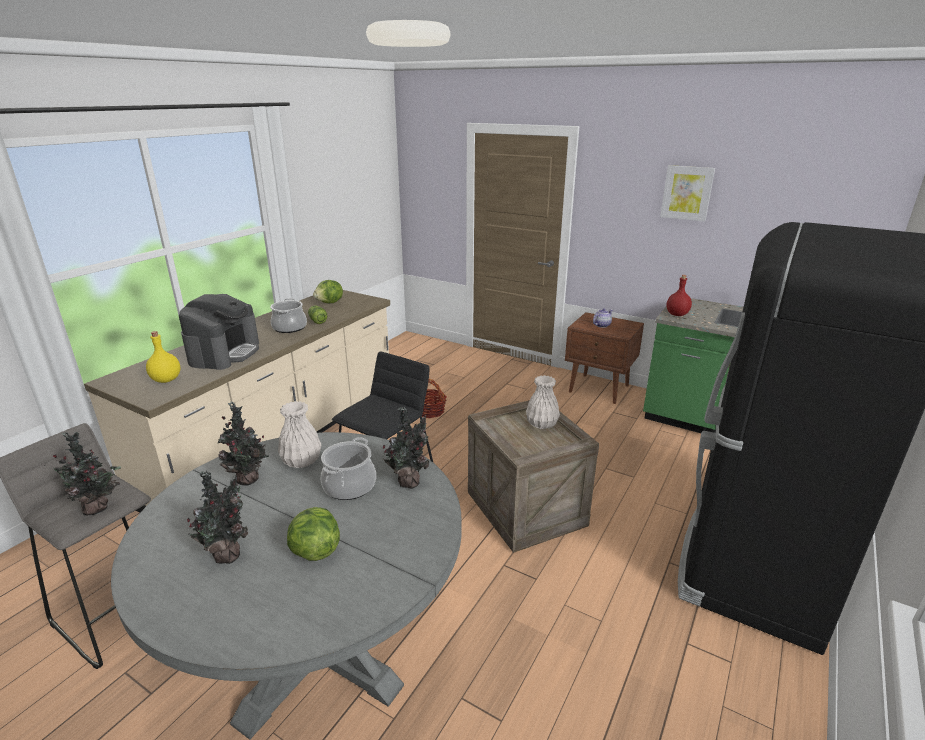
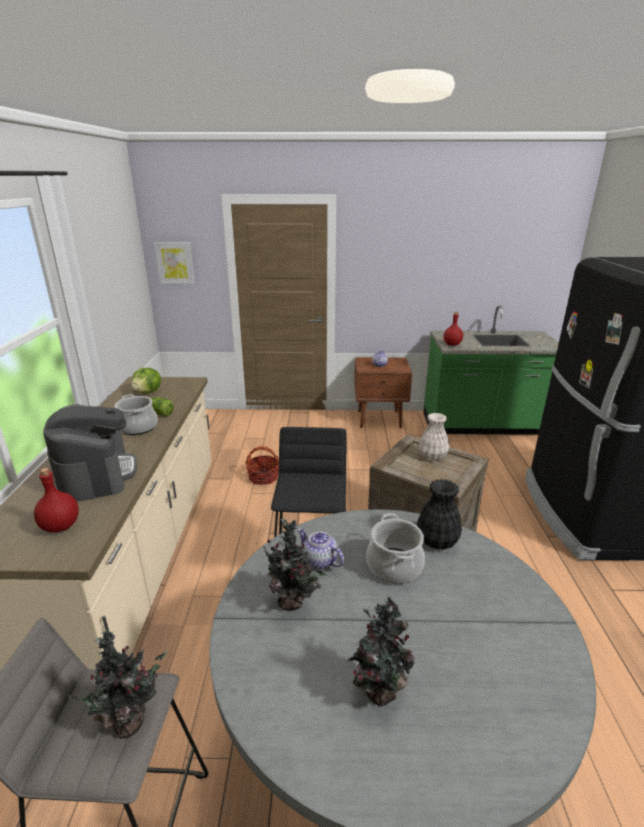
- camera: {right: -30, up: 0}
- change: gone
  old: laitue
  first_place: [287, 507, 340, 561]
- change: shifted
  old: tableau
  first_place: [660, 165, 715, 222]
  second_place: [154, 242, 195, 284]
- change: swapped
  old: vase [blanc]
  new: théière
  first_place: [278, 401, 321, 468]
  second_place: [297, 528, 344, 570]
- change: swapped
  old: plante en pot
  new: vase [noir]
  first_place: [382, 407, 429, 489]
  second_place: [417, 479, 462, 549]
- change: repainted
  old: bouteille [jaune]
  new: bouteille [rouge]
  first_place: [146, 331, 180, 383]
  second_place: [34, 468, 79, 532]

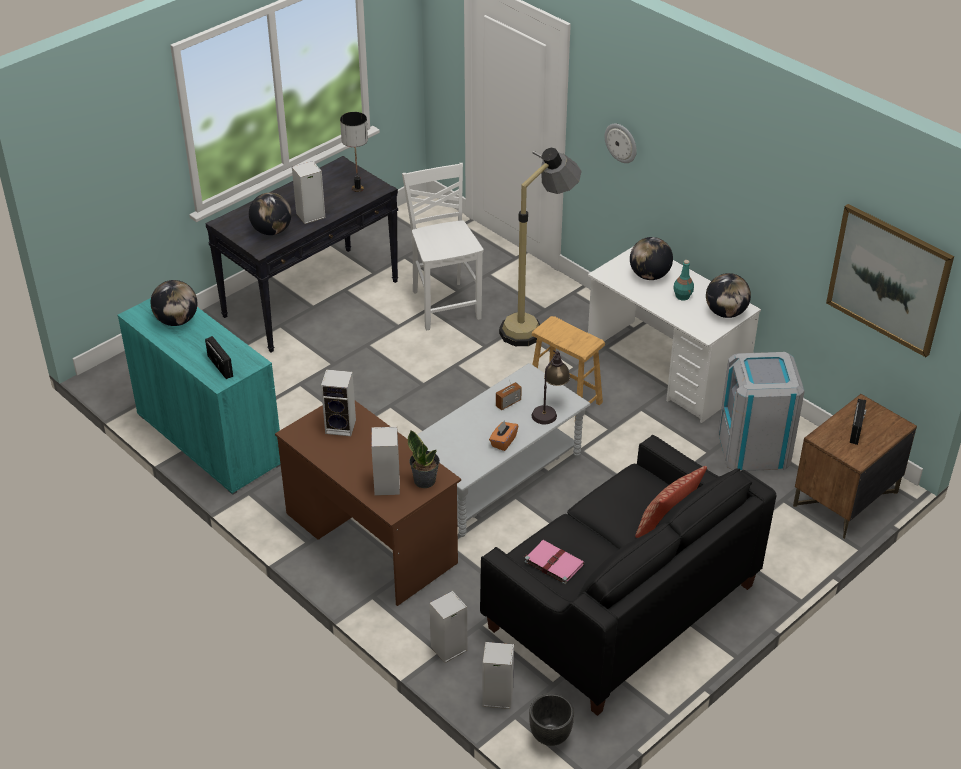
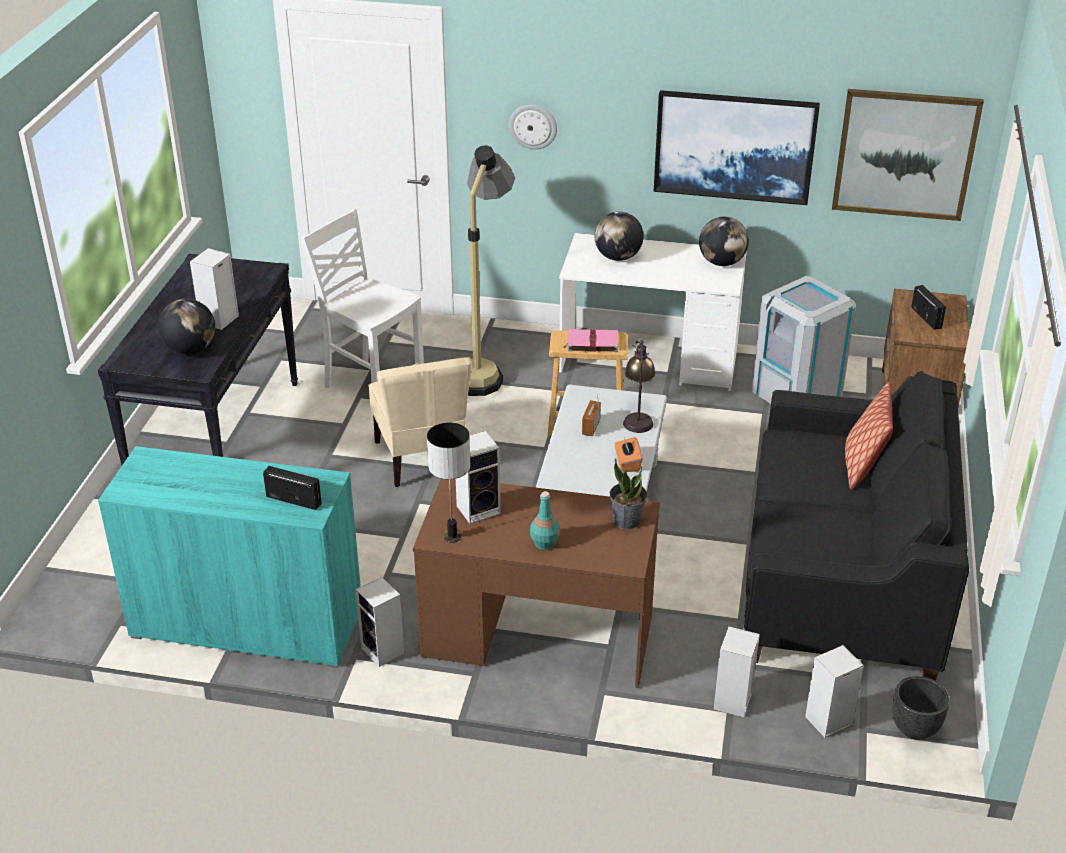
- camera: {right: -35, up: -5}
- change: gone
  old: globe
  first_place: [151, 280, 197, 326]
- change: new
  new: chaise [beige]
  second_place: [368, 357, 472, 487]
- change: new
  new: tableau
  second_place: [654, 90, 820, 205]
- change: shifted
  old: lampe de table
  first_place: [340, 112, 368, 192]
  second_place: [427, 422, 470, 543]
- change: shifted
  old: enceinte
  first_place: [371, 427, 400, 496]
  second_place: [355, 576, 404, 667]
- change: shifted
  old: livre [rose]
  first_place: [524, 540, 584, 585]
  second_place: [563, 329, 618, 352]
- change: shifted
  old: bouteille [turquoise]
  first_place: [673, 260, 694, 301]
  second_place: [530, 491, 560, 550]

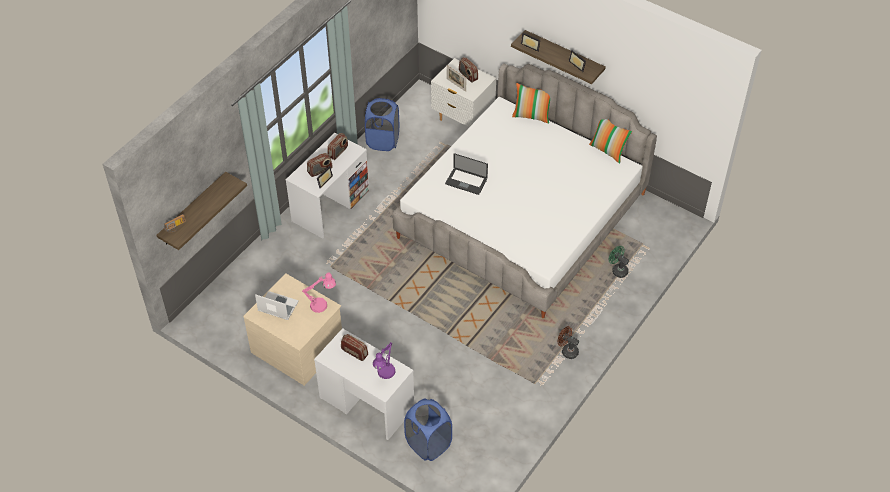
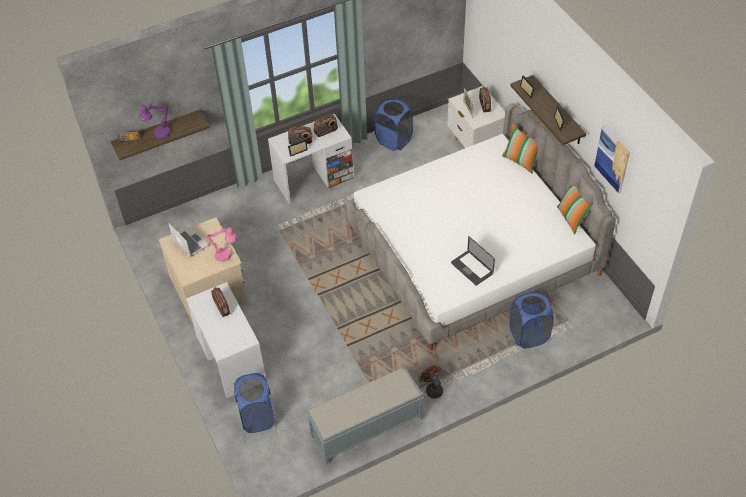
- camera: {right: 30, up: 0}
- change: new
  new: banc [gris]
  second_place: [306, 368, 424, 464]
- change: new
  new: tableau
  second_place: [594, 125, 630, 193]
- change: shifted
  old: lampe de table [violet]
  first_place: [373, 342, 396, 379]
  second_place: [140, 104, 170, 138]
- change: shifted
  old: ordinateur portable
  first_place: [445, 153, 488, 195]
  second_place: [451, 236, 495, 285]
- change: swapped
  old: ventilateur [vert]
  new: panier à linge [bleu]
  first_place: [609, 246, 629, 278]
  second_place: [509, 291, 554, 349]

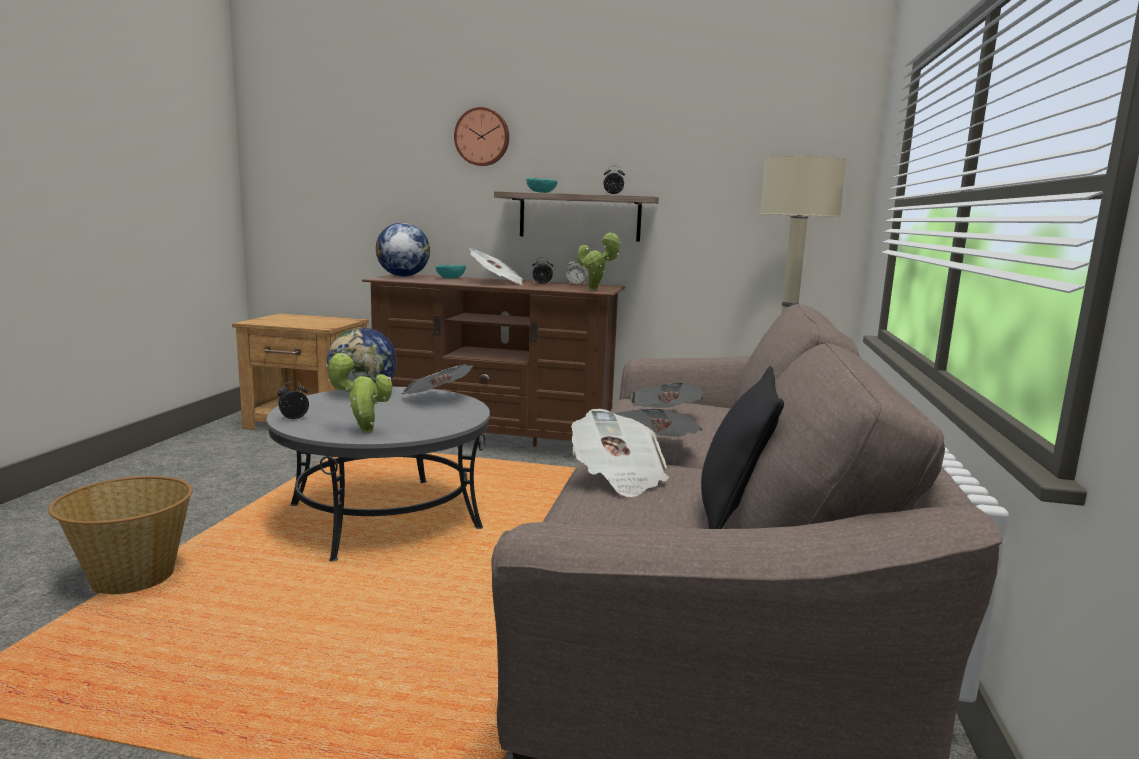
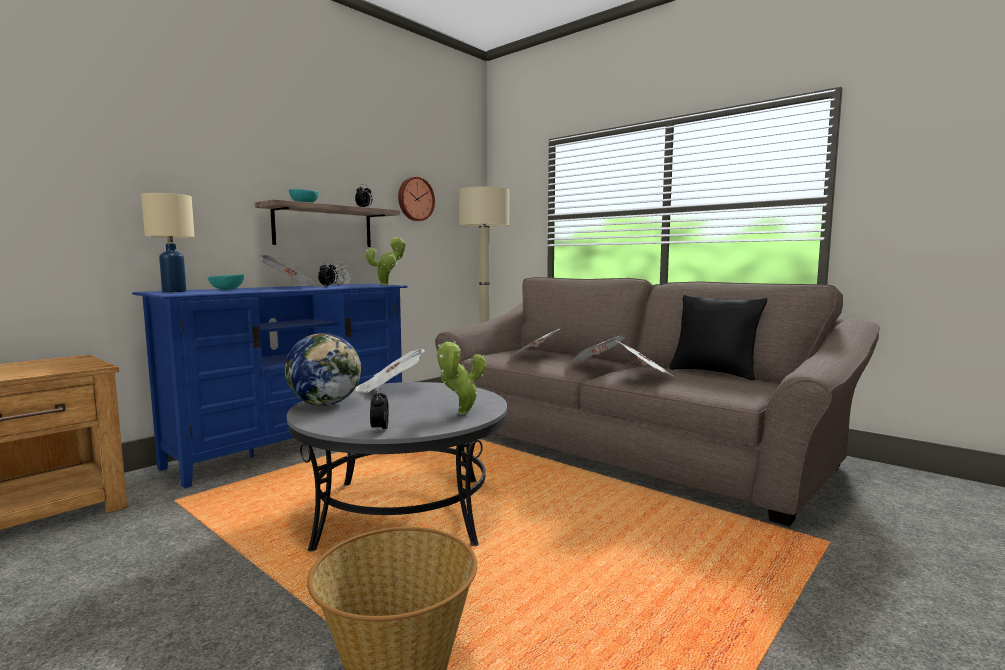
- camera: {right: -60, up: -5}
- change: shifted
  old: horloge murale
  first_place: [454, 107, 509, 166]
  second_place: [398, 177, 435, 221]
- change: swapped
  old: globe
  new: lampe de table [beige]
  first_place: [376, 223, 430, 277]
  second_place: [141, 193, 194, 292]
- change: repainted
  old: meuble télé [marron]
  new: meuble télé [bleu]
  first_place: [362, 274, 625, 446]
  second_place: [132, 284, 408, 488]

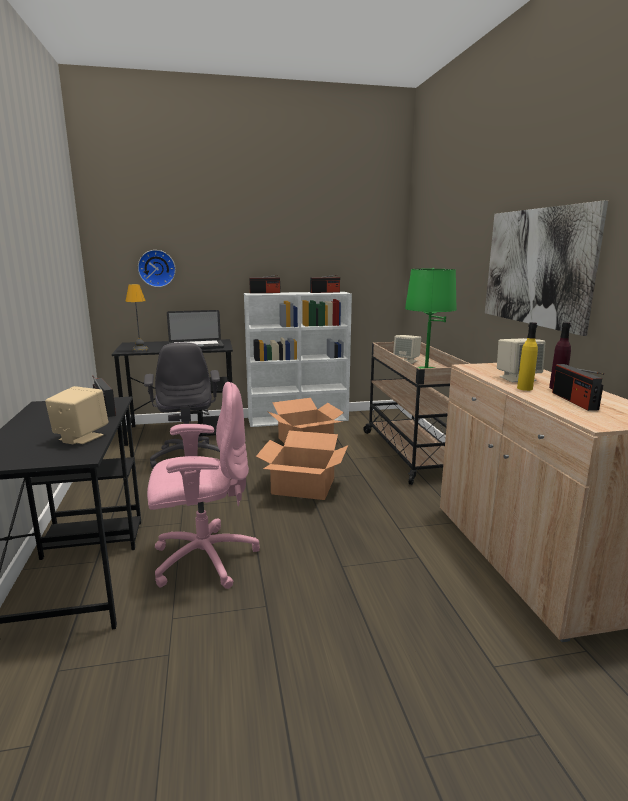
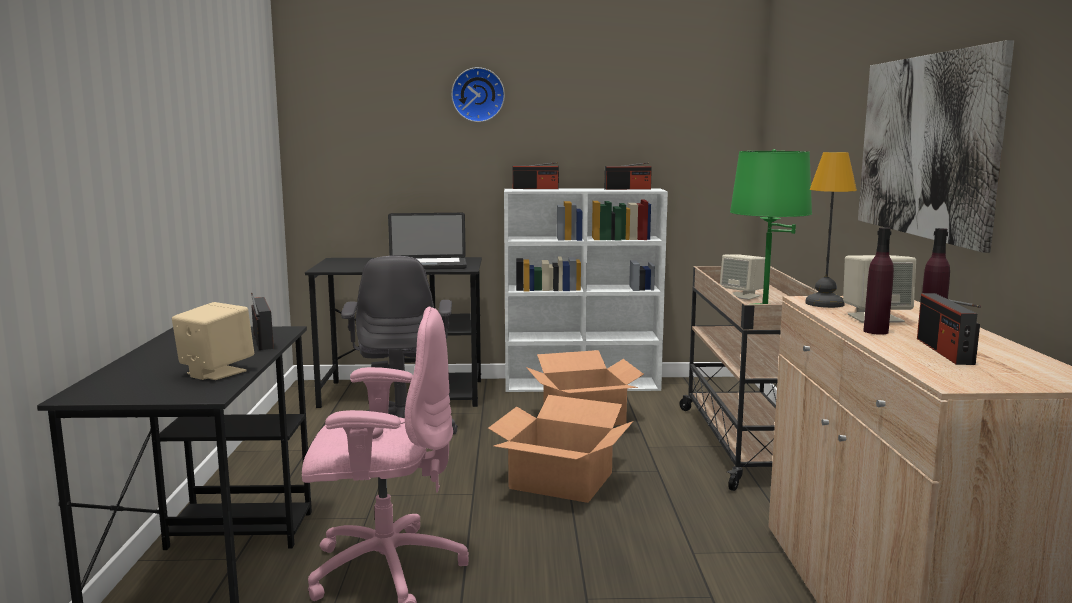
- camera: {right: 10, up: -5}
- change: shifted
  old: lampe de table
  first_place: [125, 284, 149, 352]
  second_place: [805, 152, 857, 308]
- change: shifted
  old: horloge murale
  first_place: [138, 250, 176, 287]
  second_place: [451, 67, 505, 122]
- change: repainted
  old: bouteille [jaune]
  new: bouteille [violet]
  first_place: [517, 322, 538, 391]
  second_place: [863, 227, 894, 335]

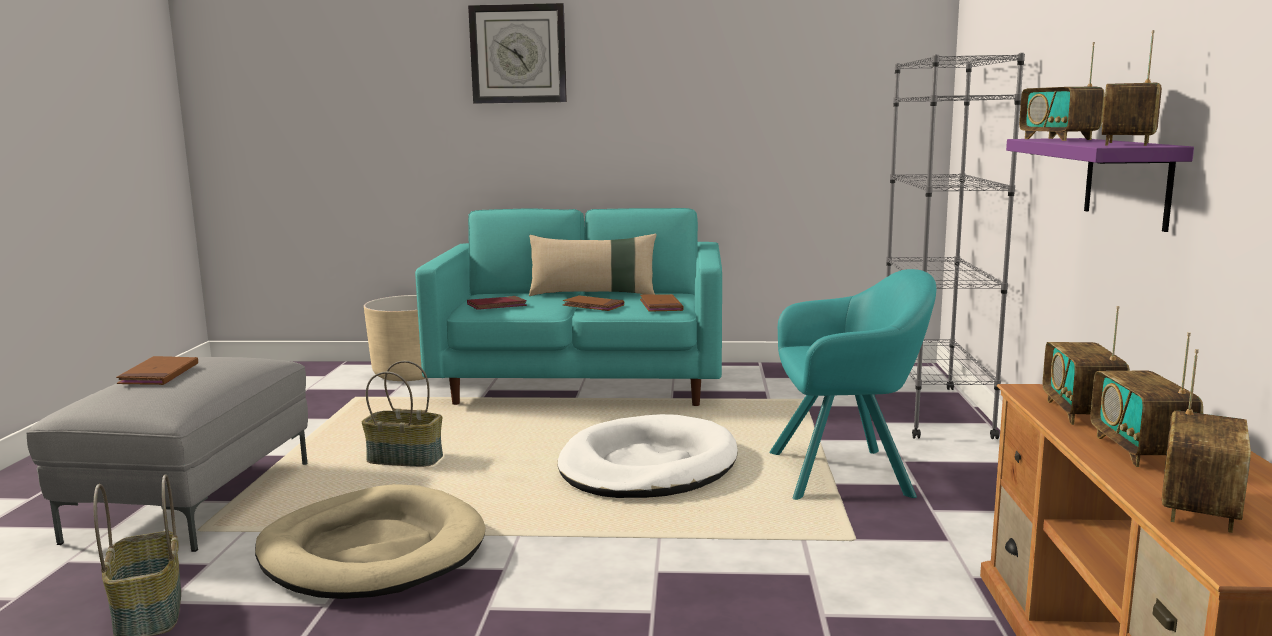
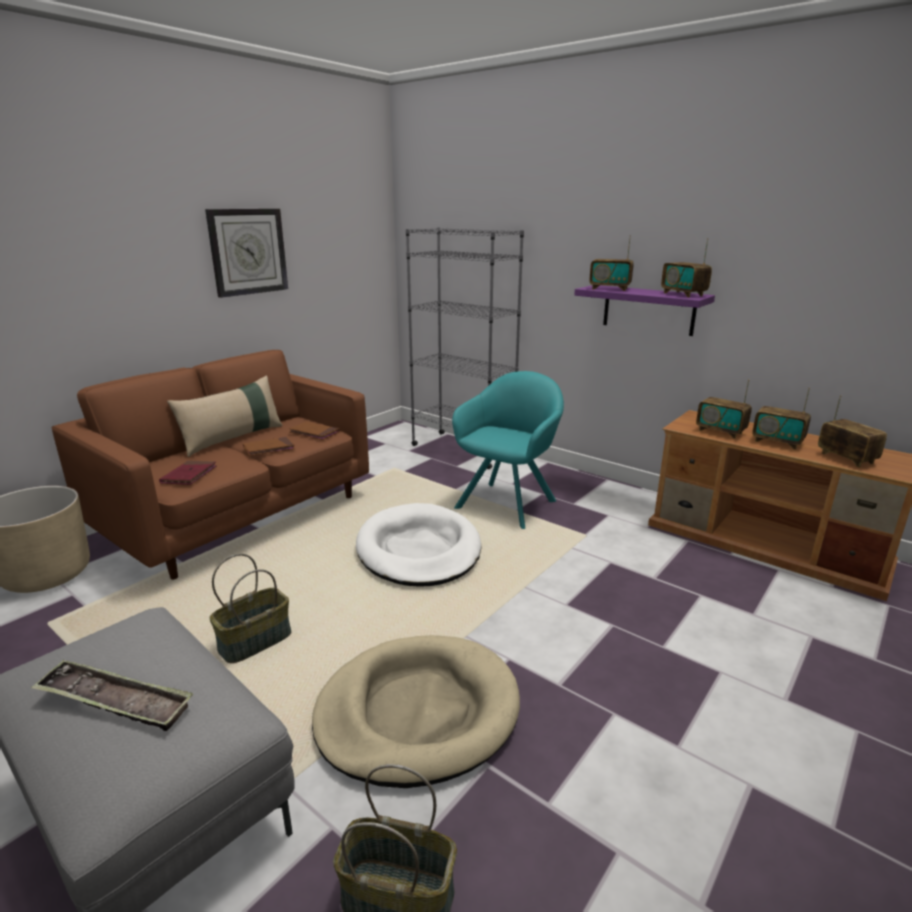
- camera: {right: -55, up: 10}
- change: shifted
  old: horloge murale
  first_place: [468, 3, 567, 103]
  second_place: [205, 209, 288, 298]
- change: swapped
  old: livre [marron]
  new: plateau
  first_place: [116, 356, 198, 385]
  second_place: [31, 660, 193, 731]
- change: repainted
  old: canapé [turquoise]
  new: canapé [marron]
  first_place: [415, 208, 722, 406]
  second_place: [52, 350, 369, 580]

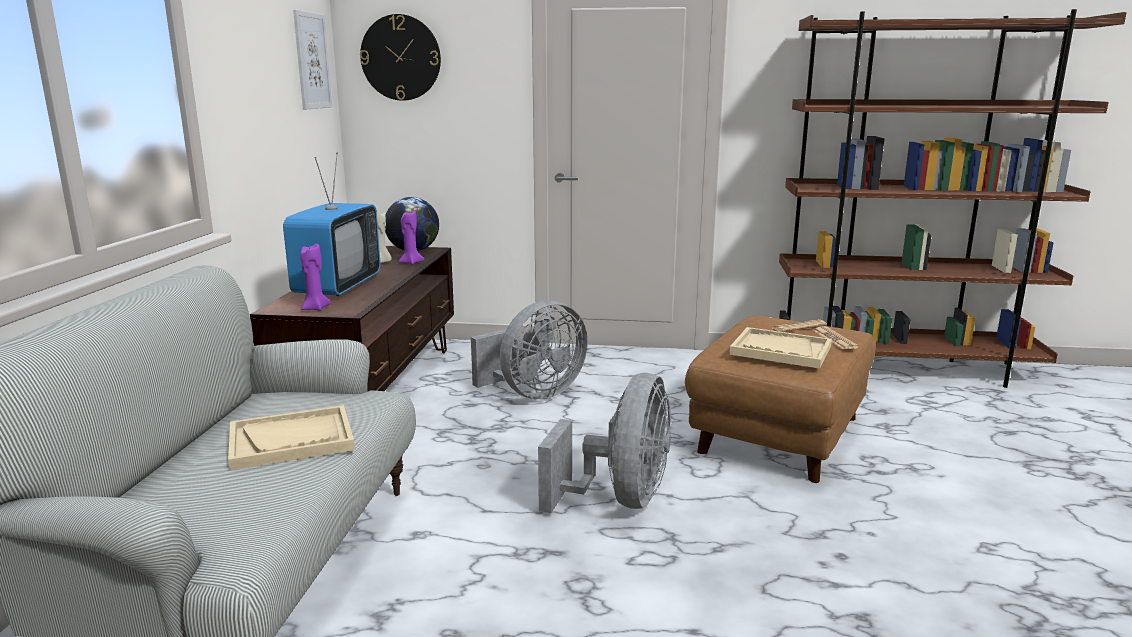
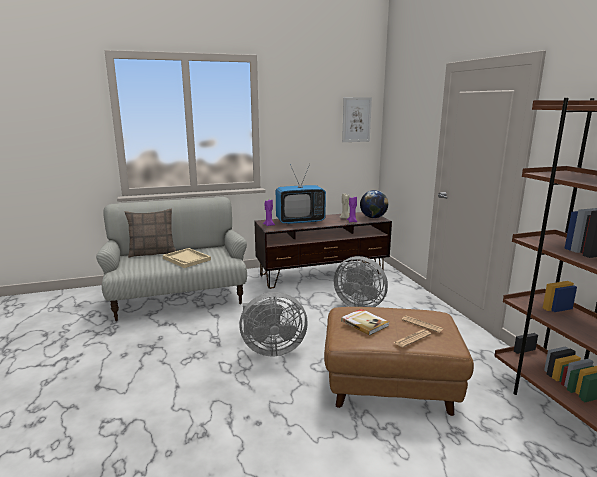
- camera: {right: 65, up: 0}
- change: gone
  old: horloge murale
  first_place: [360, 14, 441, 101]
- change: new
  new: coussin
  second_place: [125, 208, 176, 258]
- change: swapped
  old: plateau [beige]
  new: livre
  first_place: [729, 327, 832, 368]
  second_place: [341, 309, 389, 336]

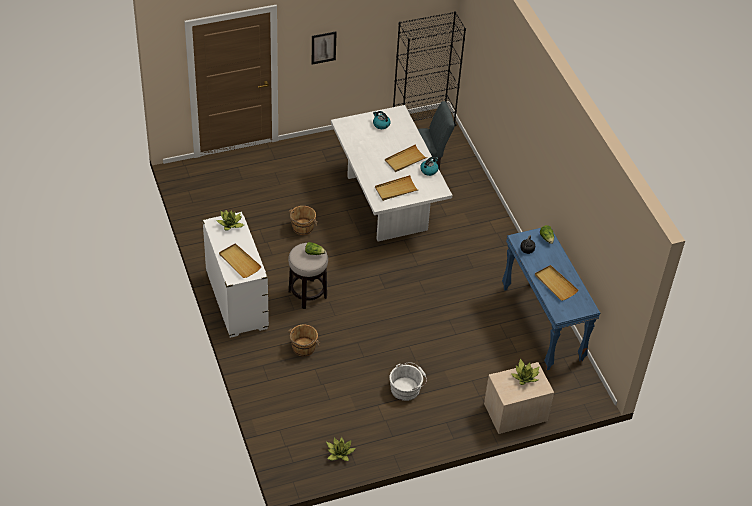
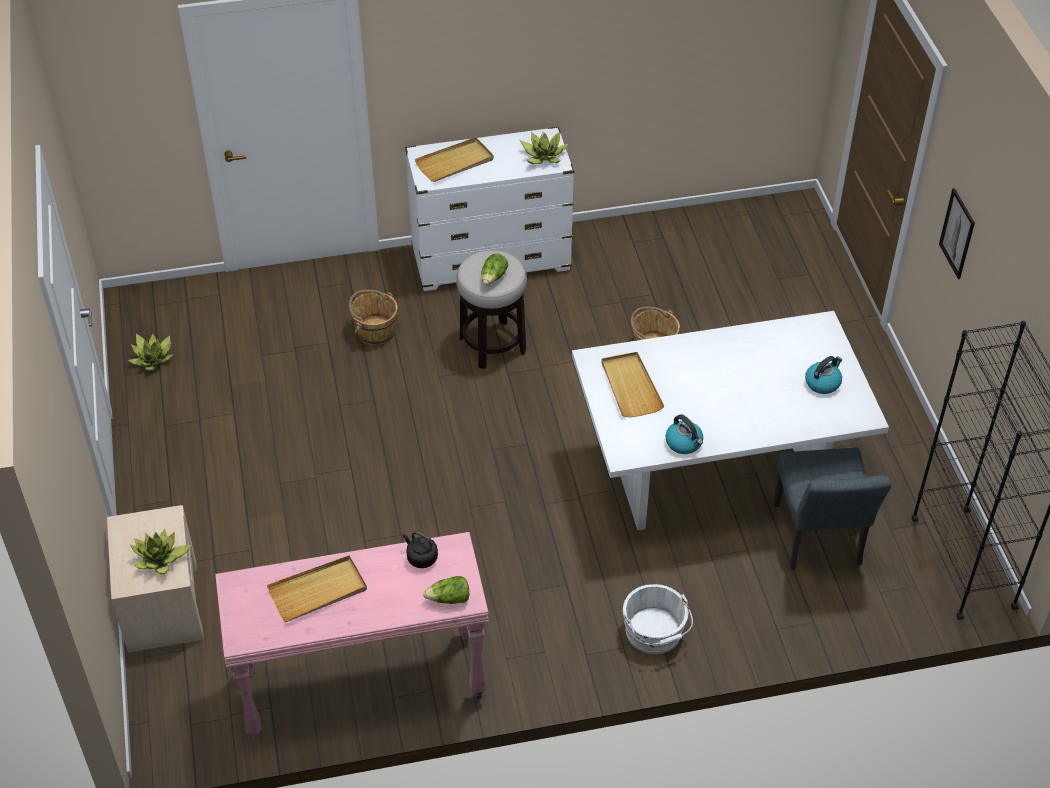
- camera: {right: 100, up: 0}
- change: gone
  old: plateau [beige]
  first_place: [385, 144, 428, 172]
- change: shifted
  old: seau [blanc]
  first_place: [389, 362, 427, 401]
  second_place: [623, 584, 693, 654]
- change: repainted
  old: table console [bleu]
  new: table console [rose]
  first_place: [502, 228, 600, 370]
  second_place: [215, 532, 489, 740]

